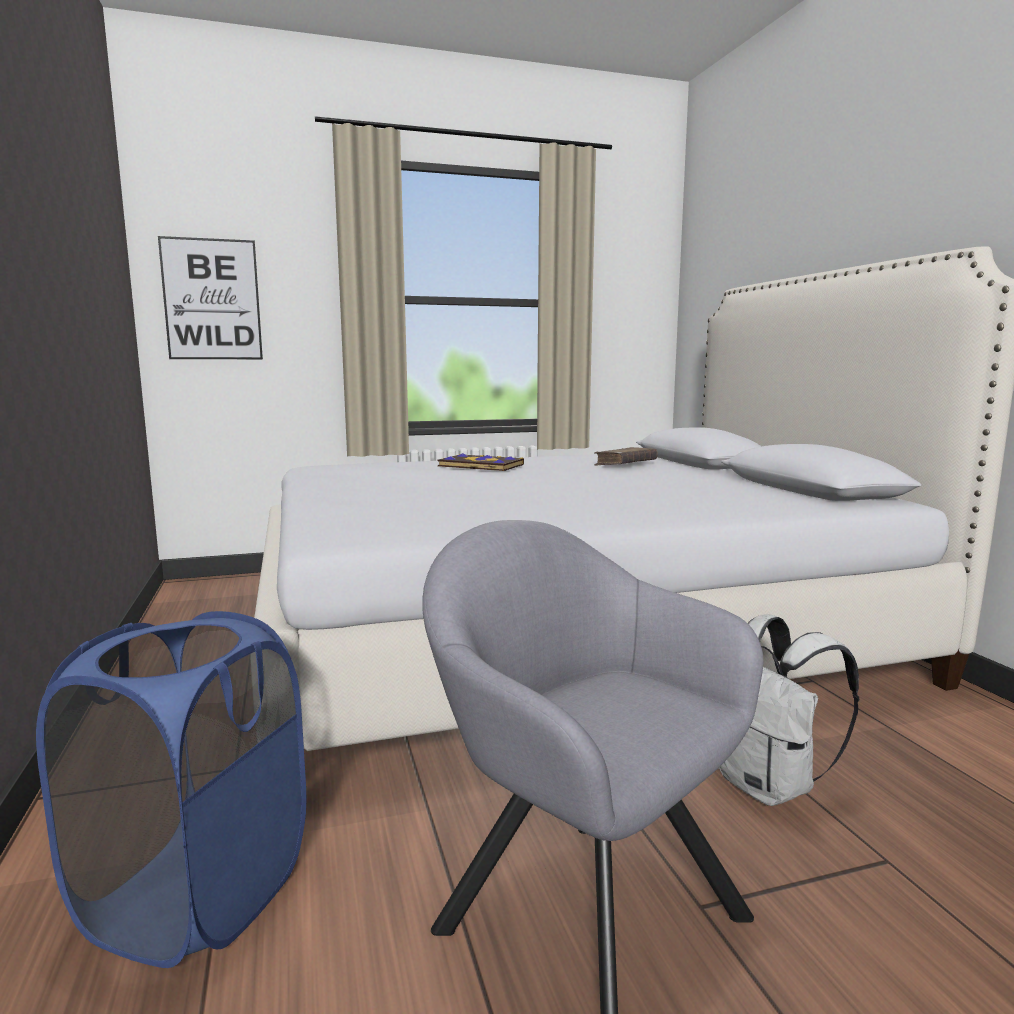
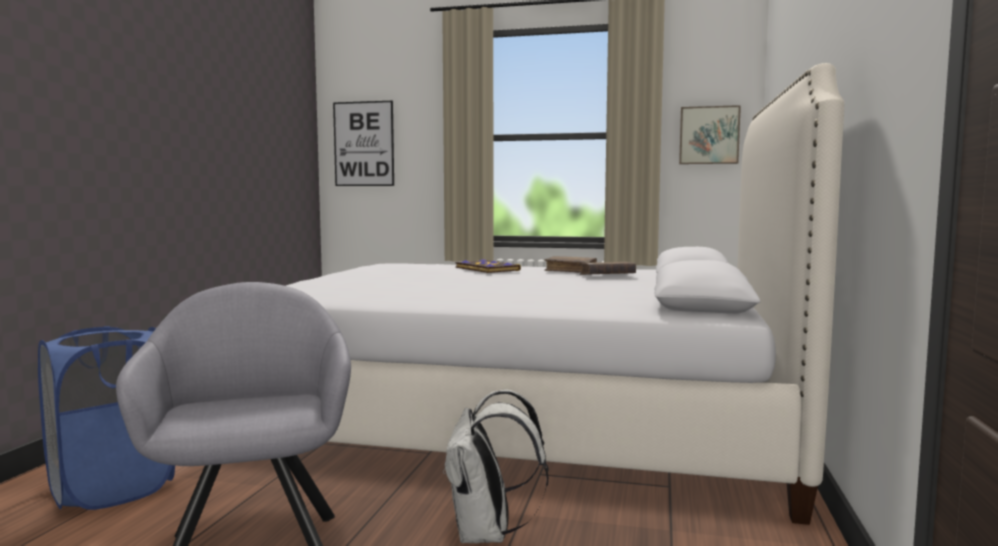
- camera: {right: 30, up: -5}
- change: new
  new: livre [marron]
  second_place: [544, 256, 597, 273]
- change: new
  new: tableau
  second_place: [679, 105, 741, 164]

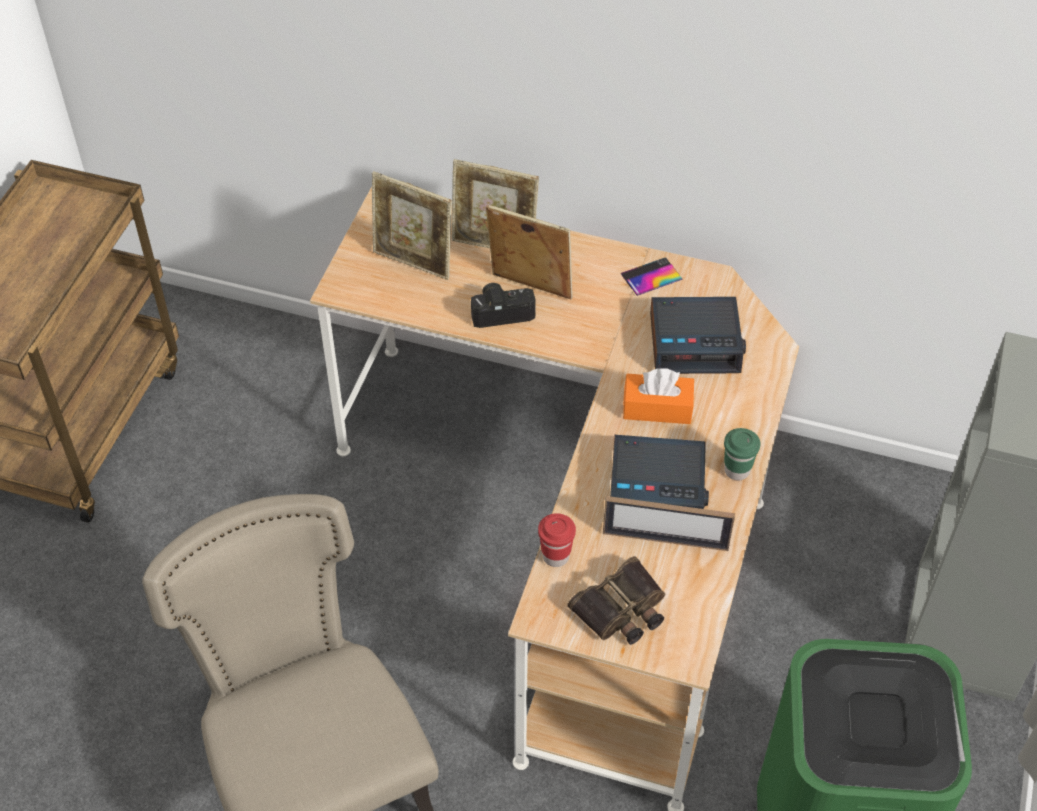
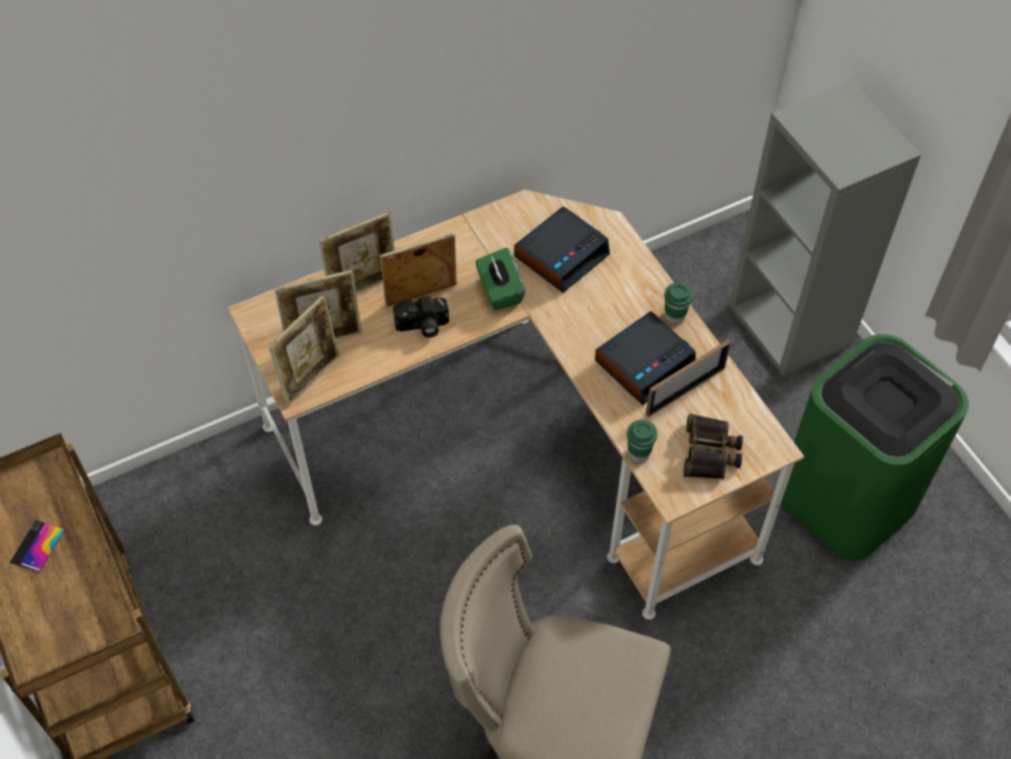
- camera: {right: -45, up: 5}
- change: gone
  old: boîte à mouchoirs [orange]
  first_place: [623, 368, 694, 424]
- change: new
  new: cadre photo
  second_place: [269, 295, 339, 406]
- change: new
  new: boîte à mouchoirs [vert]
  second_place: [475, 248, 525, 310]
- change: shifted
  old: téléphone
  first_place: [621, 257, 683, 296]
  second_place: [10, 520, 65, 572]
- change: repainted
  old: tasse [rouge]
  new: tasse [vert]
  first_place: [538, 513, 576, 567]
  second_place: [627, 420, 658, 462]
- change: rotated
  old: appareil photo
  first_place: [471, 283, 536, 328]
  second_place: [393, 296, 449, 338]
  degrees: -135

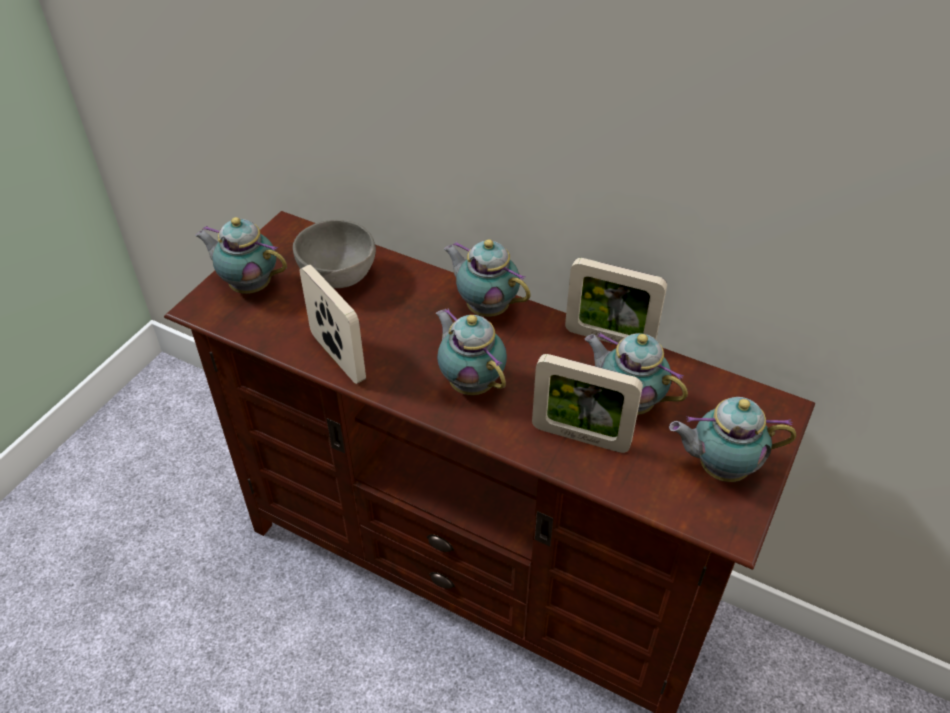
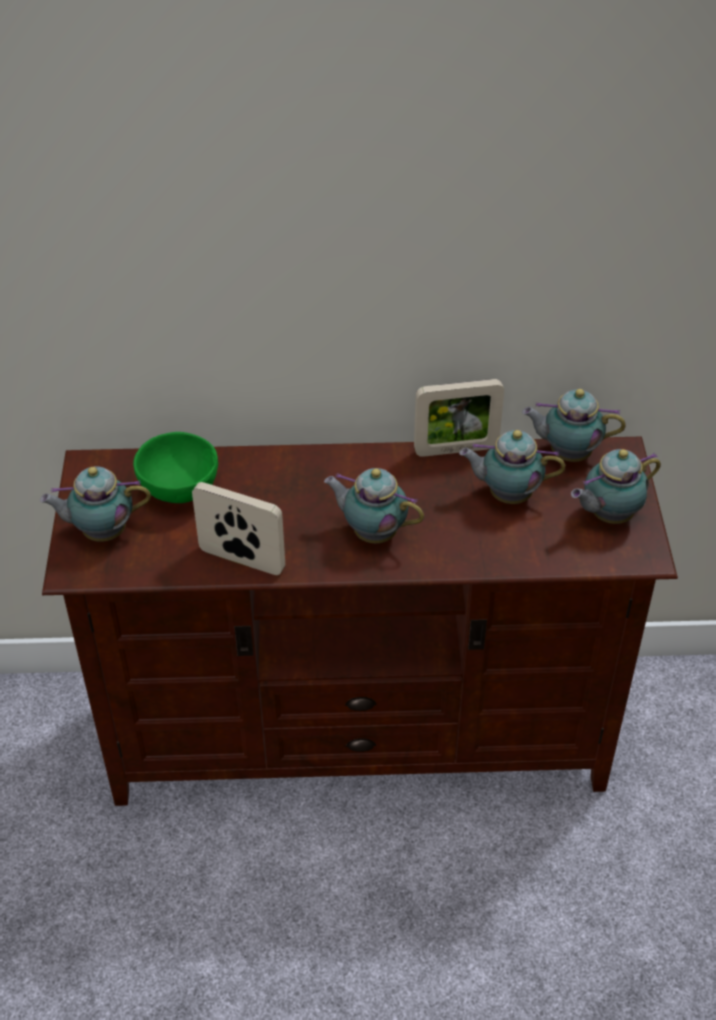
- camera: {right: -30, up: 0}
- change: gone
  old: cadre photo
  first_place: [532, 354, 643, 453]
- change: shifted
  old: théière
  first_place: [444, 239, 531, 317]
  second_place: [522, 389, 626, 462]
- change: repainted
  old: bol [gris]
  new: bol [vert]
  first_place: [293, 220, 376, 288]
  second_place: [133, 432, 218, 503]

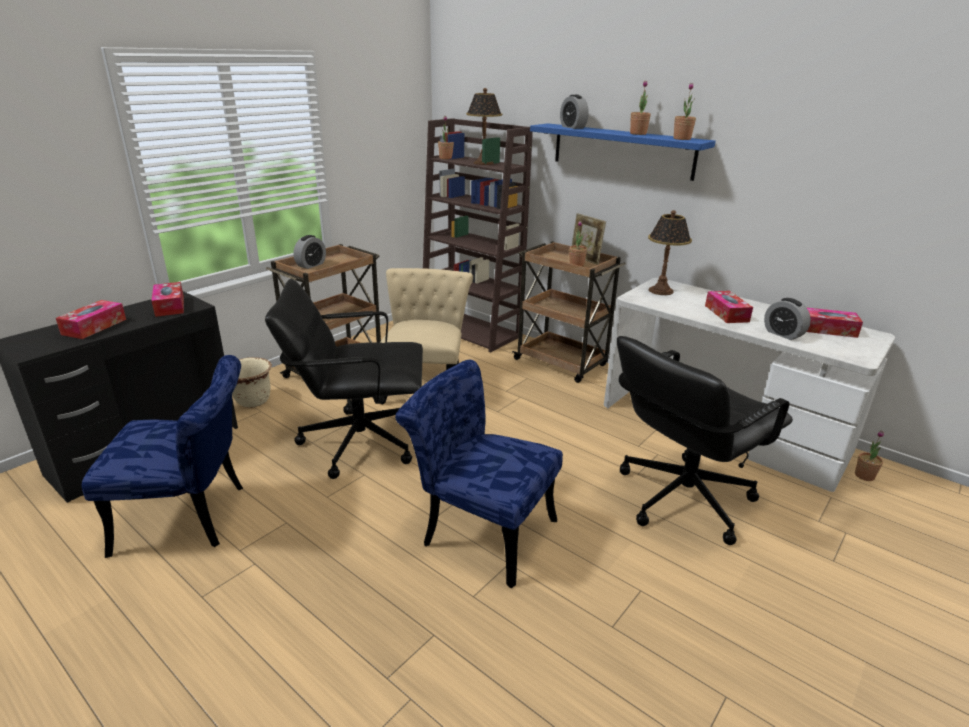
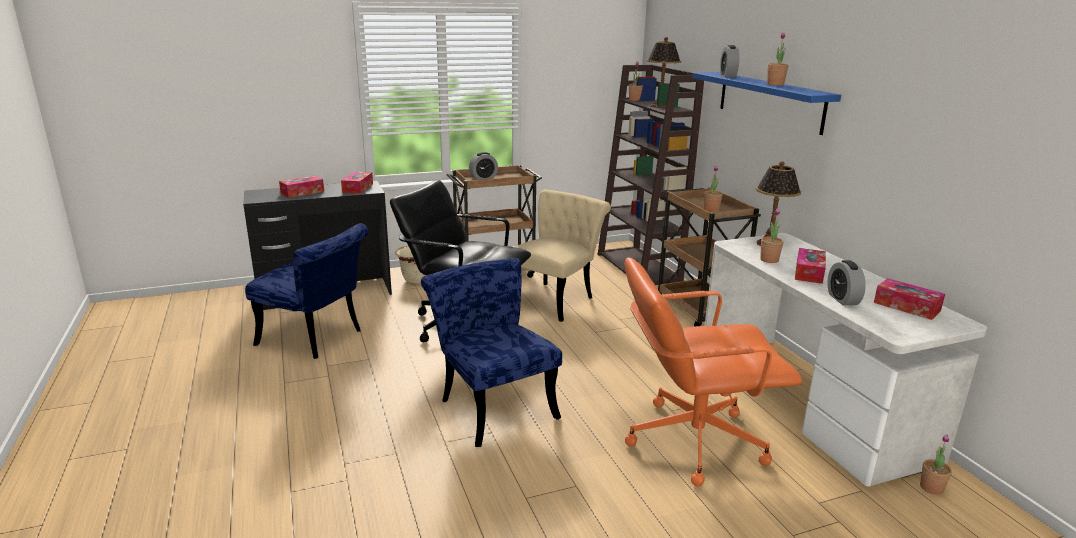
- camera: {right: 30, up: -5}
- change: gone
  old: cadre photo
  first_place: [572, 213, 606, 265]
- change: shifted
  old: plante en pot
  first_place: [674, 83, 696, 140]
  second_place: [760, 209, 784, 263]
- change: repainted
  old: chaise de bureau [noir]
  new: chaise de bureau [orange]
  first_place: [617, 336, 793, 545]
  second_place: [624, 257, 802, 486]

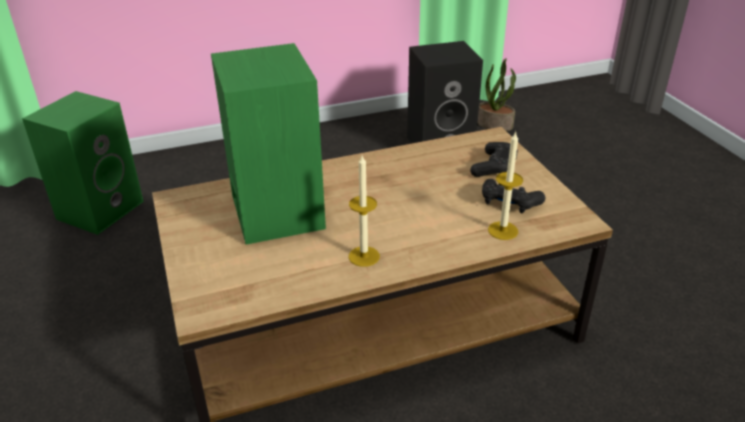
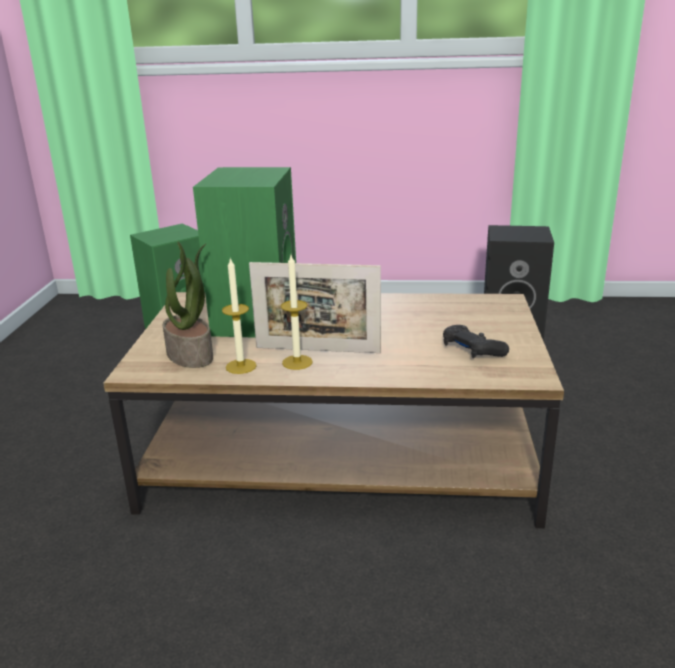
- camera: {right: 25, up: -10}
- change: gone
  old: manette [noir]
  first_place: [470, 142, 518, 177]
- change: new
  new: cadre photo
  second_place: [249, 262, 381, 353]
- change: shifted
  old: plante en pot
  first_place: [478, 58, 516, 131]
  second_place: [163, 242, 213, 368]
- change: shifted
  old: bougie
  first_place: [488, 131, 523, 240]
  second_place: [222, 258, 257, 374]

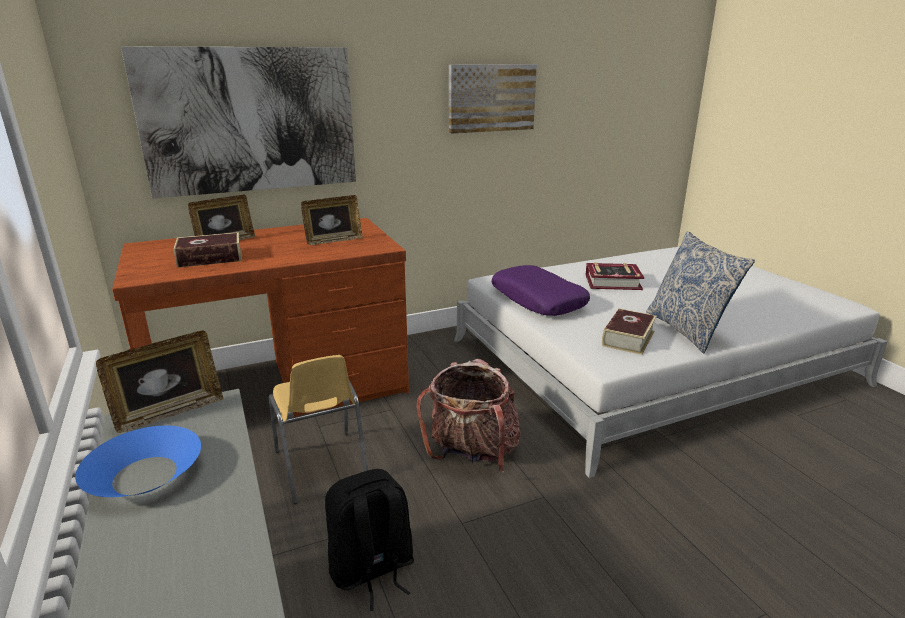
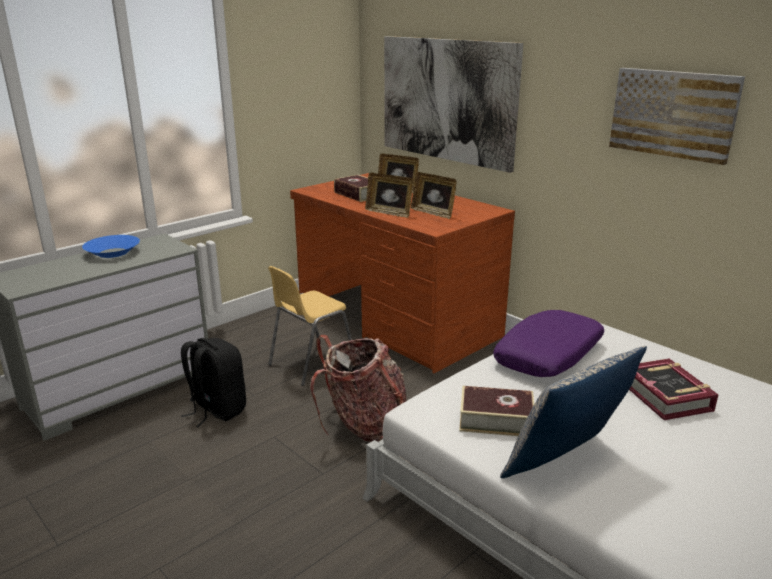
- camera: {right: 70, up: 0}
- change: shifted
  old: cadre photo
  first_place: [96, 331, 224, 433]
  second_place: [365, 173, 413, 218]

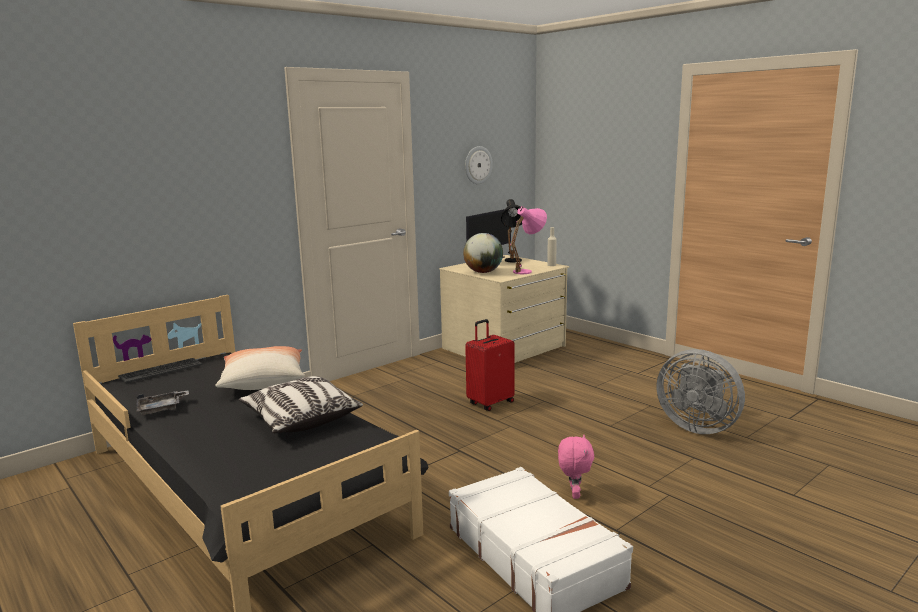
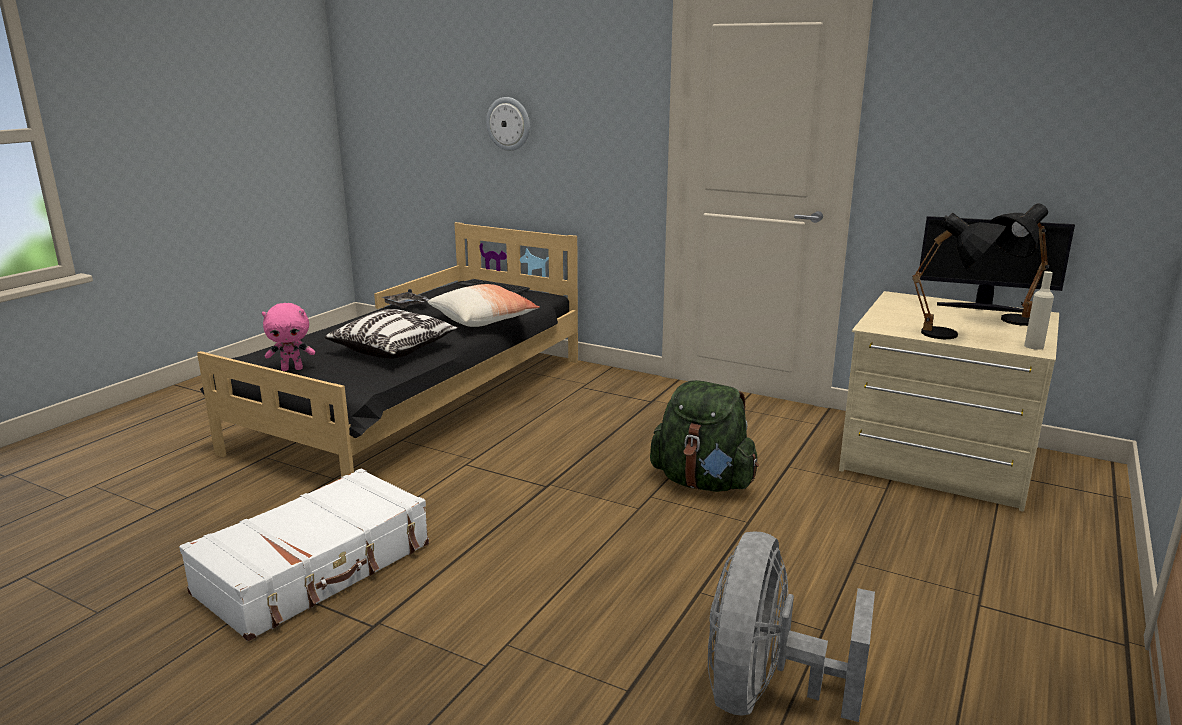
- camera: {right: 70, up: 5}
- change: gone
  old: globe
  first_place: [463, 233, 503, 273]
- change: shifted
  old: horloge murale
  first_place: [465, 146, 493, 184]
  second_place: [486, 97, 530, 151]
- change: shifted
  old: peluche [rose]
  first_place: [558, 435, 594, 499]
  second_place: [262, 303, 315, 371]
- change: swapped
  old: valise [rouge]
  new: sac à dos [vert]
  first_place: [465, 319, 515, 411]
  second_place: [650, 380, 759, 492]
- change: repainted
  old: lampe de table [rose]
  new: lampe de table [noir]
  first_place: [510, 206, 547, 274]
  second_place: [912, 212, 1006, 339]

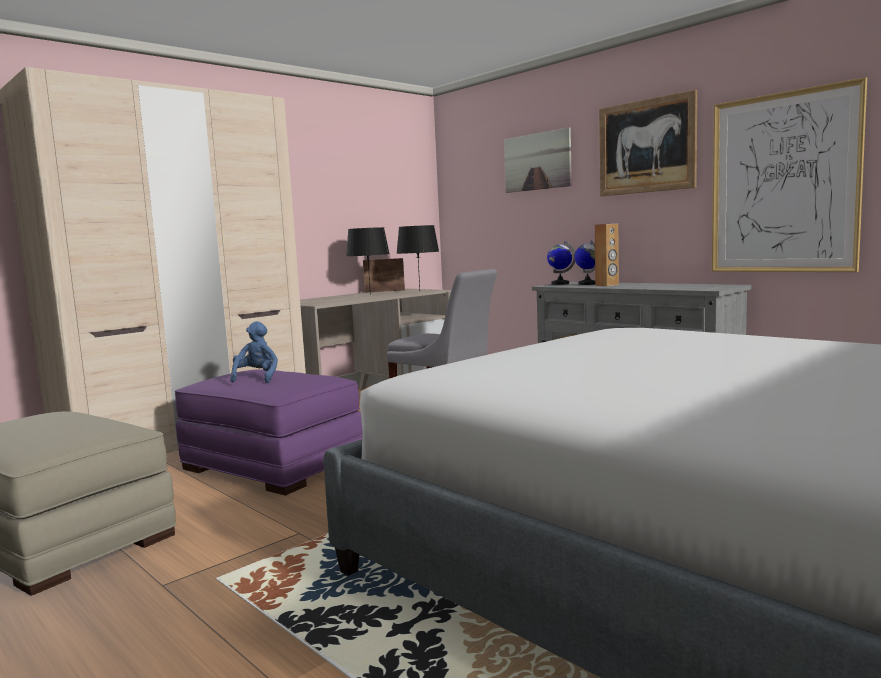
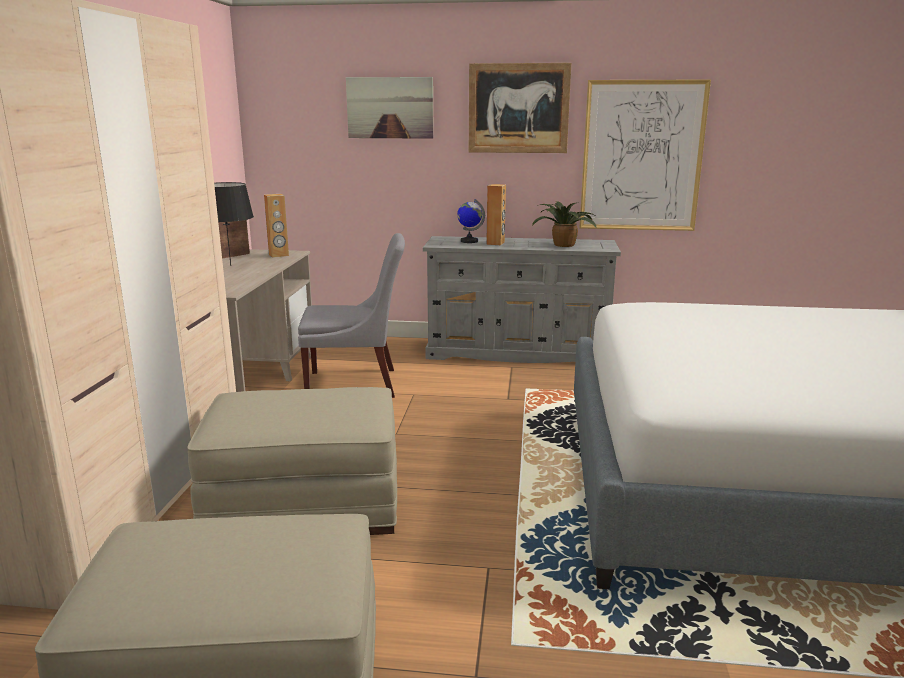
- camera: {right: -40, up: 10}
- change: gone
  old: peluche [bleu]
  first_place: [230, 321, 278, 383]
- change: gone
  old: globe
  first_place: [547, 241, 575, 285]
- change: new
  new: plante en pot
  second_place: [532, 201, 598, 247]
- change: swapped
  old: lampe de table [noir]
  new: enceinte [marron]
  first_place: [396, 225, 439, 289]
  second_place: [264, 194, 289, 258]
- change: repainted
  old: pouf [violet]
  new: pouf [beige]
  first_place: [175, 369, 363, 496]
  second_place: [187, 387, 397, 535]

